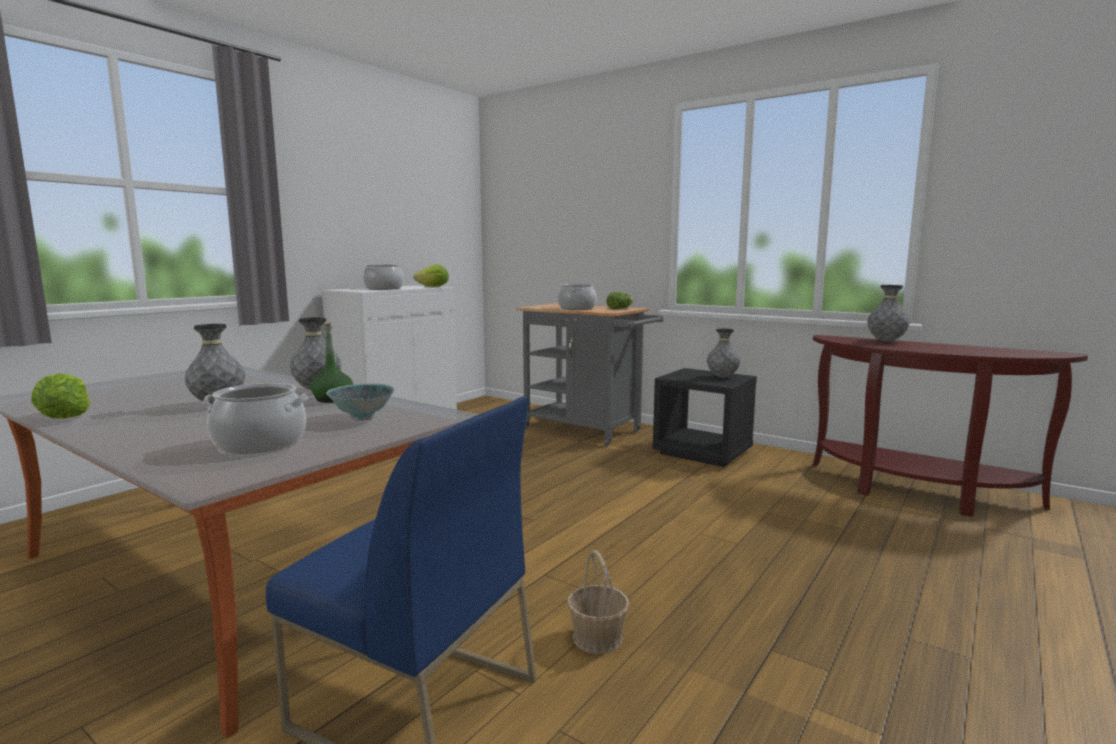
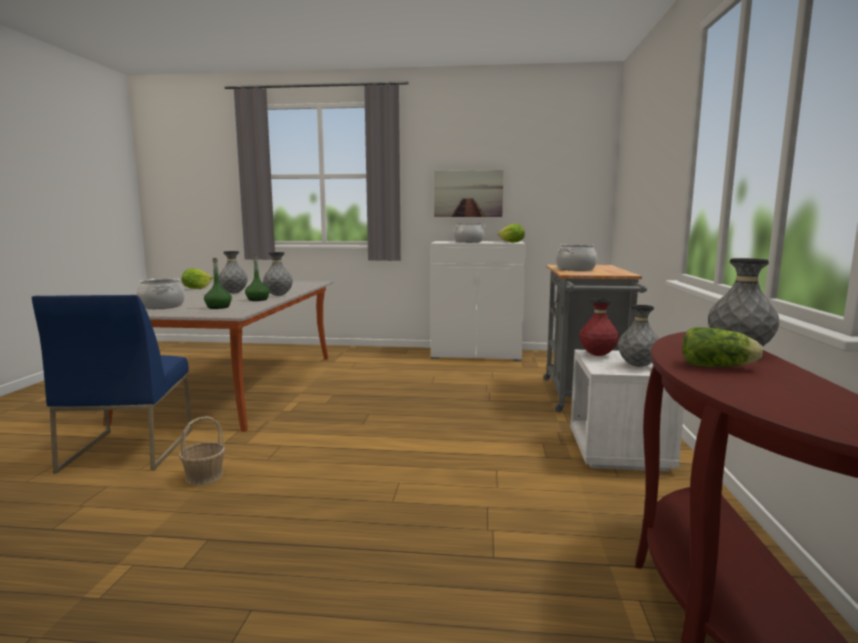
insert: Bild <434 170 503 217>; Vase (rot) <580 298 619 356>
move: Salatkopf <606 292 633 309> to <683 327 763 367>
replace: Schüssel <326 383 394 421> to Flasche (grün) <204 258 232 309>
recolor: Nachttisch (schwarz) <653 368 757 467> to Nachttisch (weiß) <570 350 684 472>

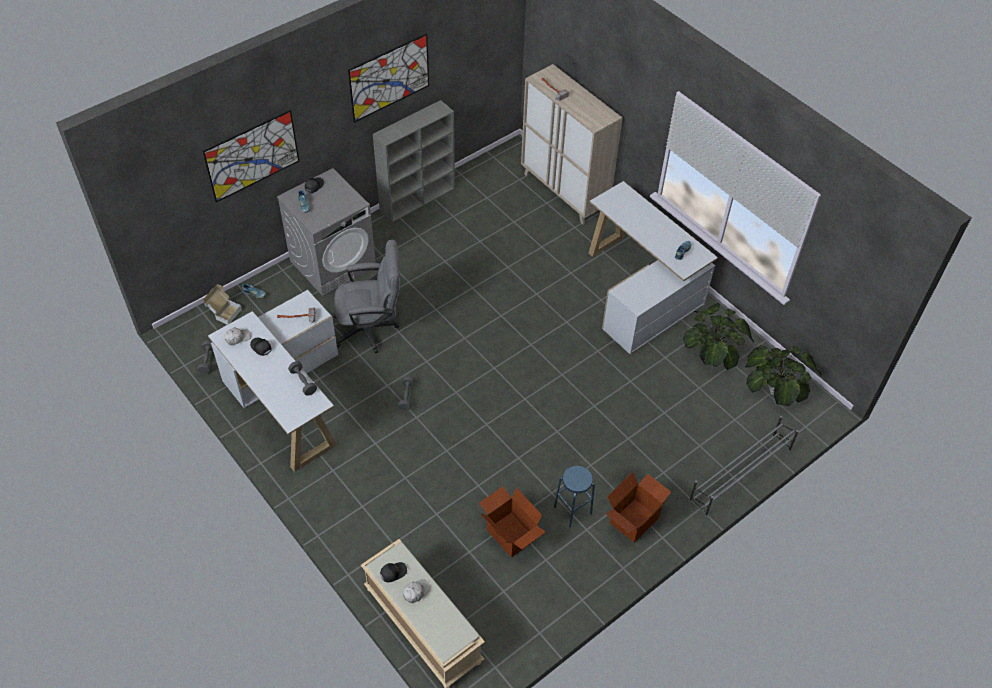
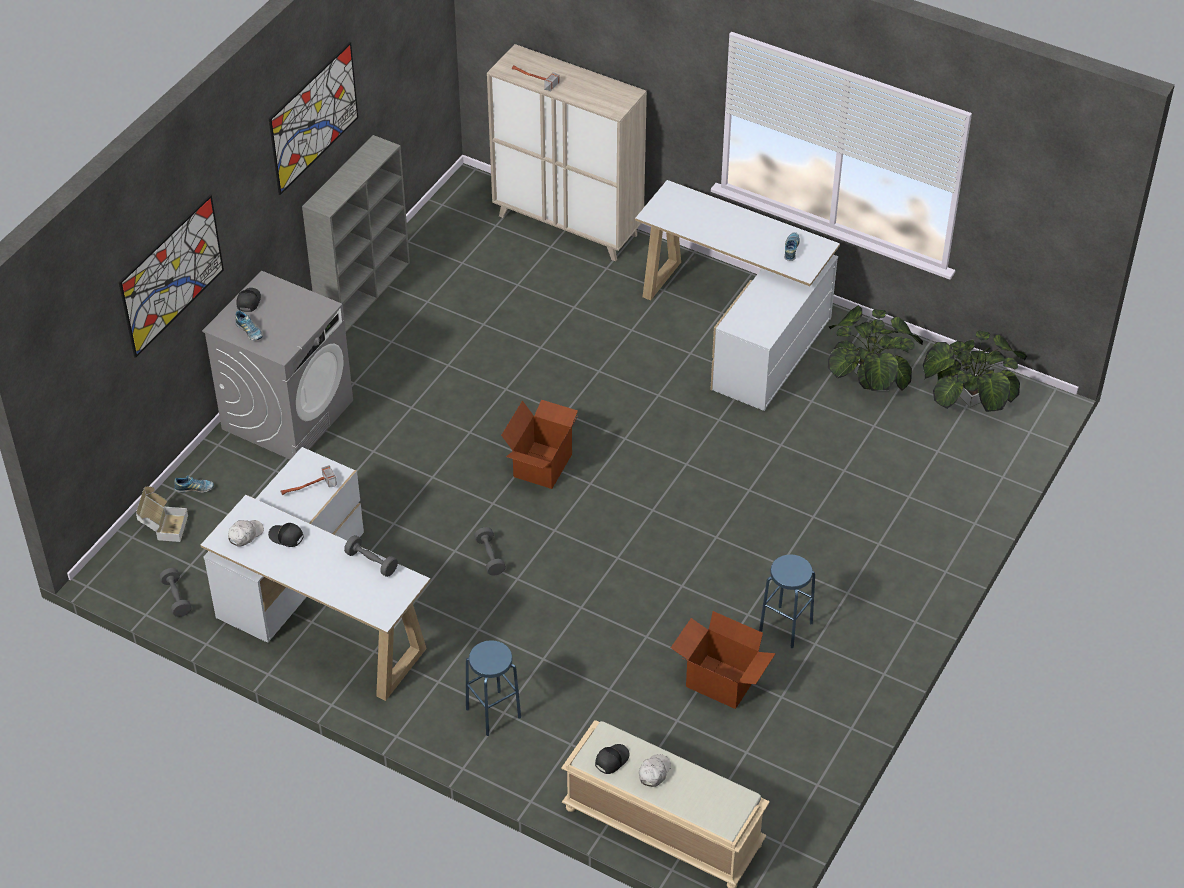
delete: Bürostuhl (grau) <333 240 400 353>; Schuhregal (grau) <689 416 799 517>
insert: Hocker (blau) <466 640 521 736>
move: Karton <606 472 671 543> to <501 400 578 489>

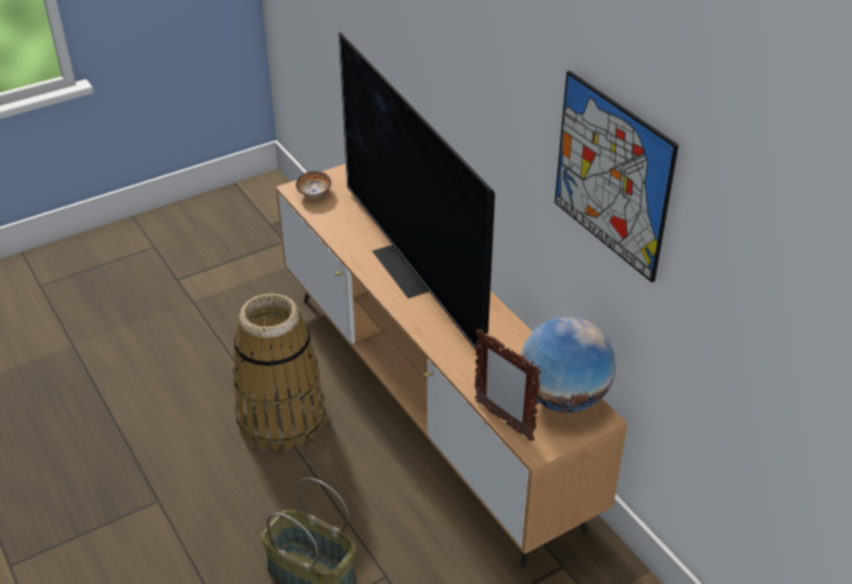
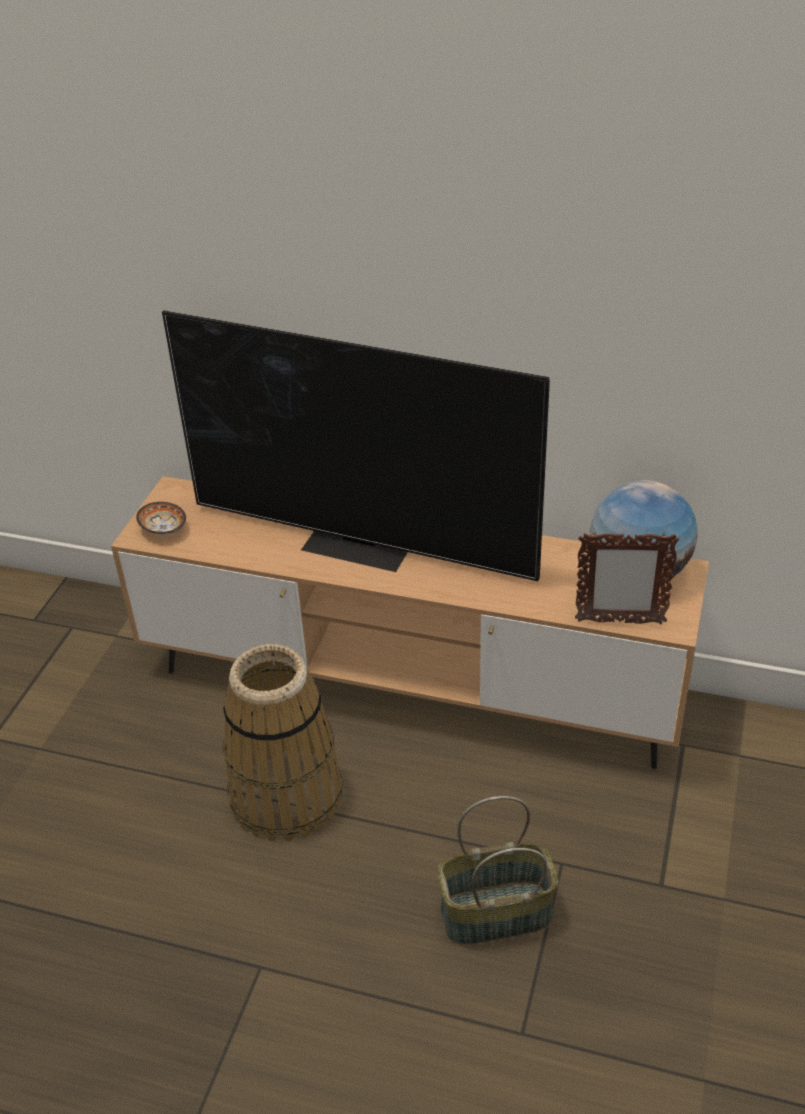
delete: Bild <555 71 679 282>

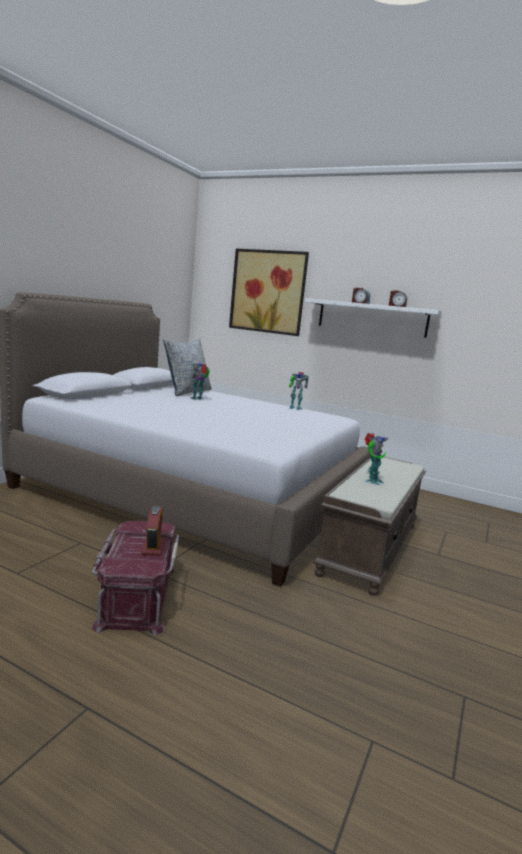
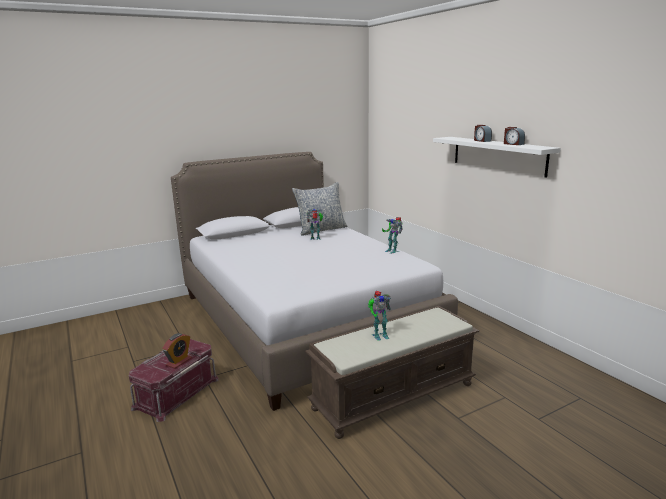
delete: Bild <229 249 309 336>

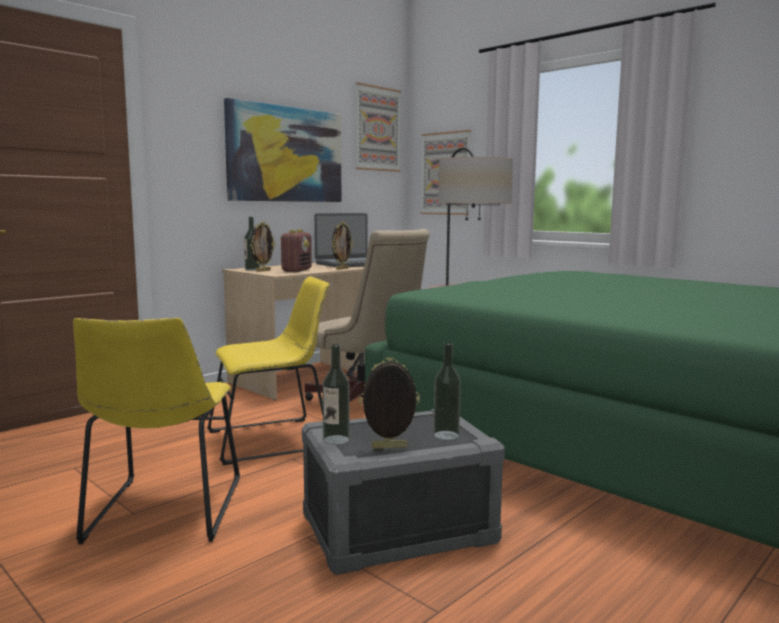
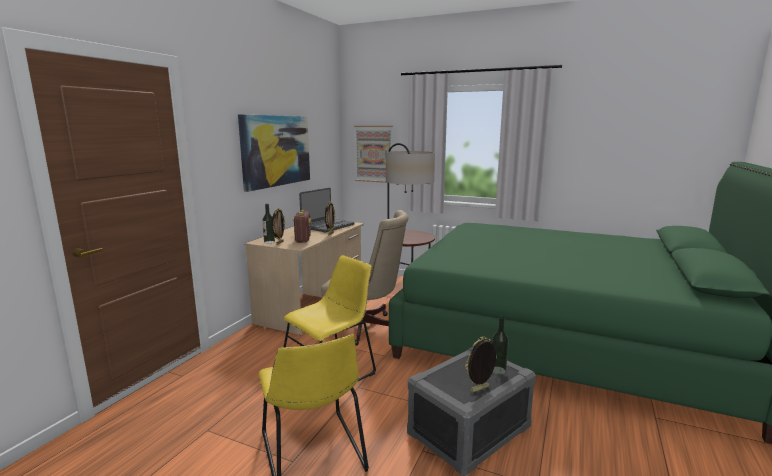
delete: Flasche <322 344 350 445>; Bild <355 82 401 172>

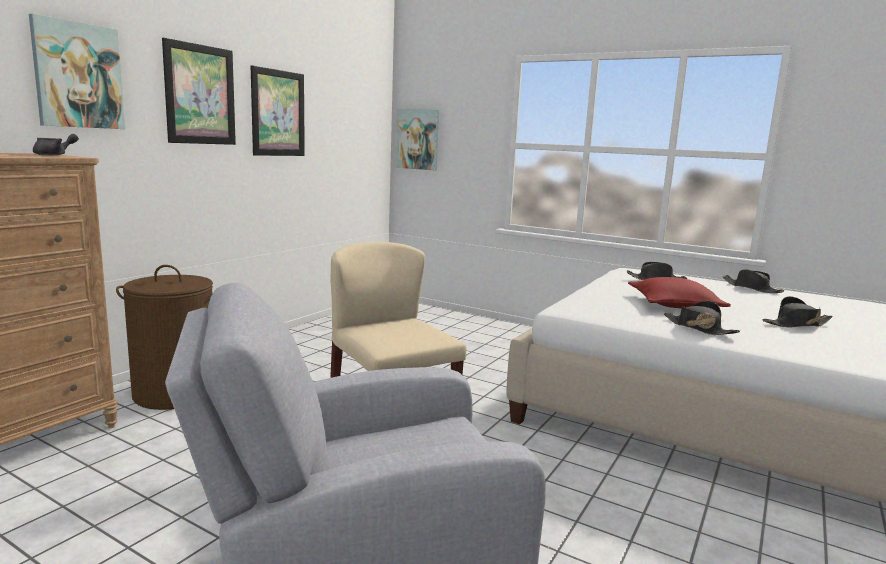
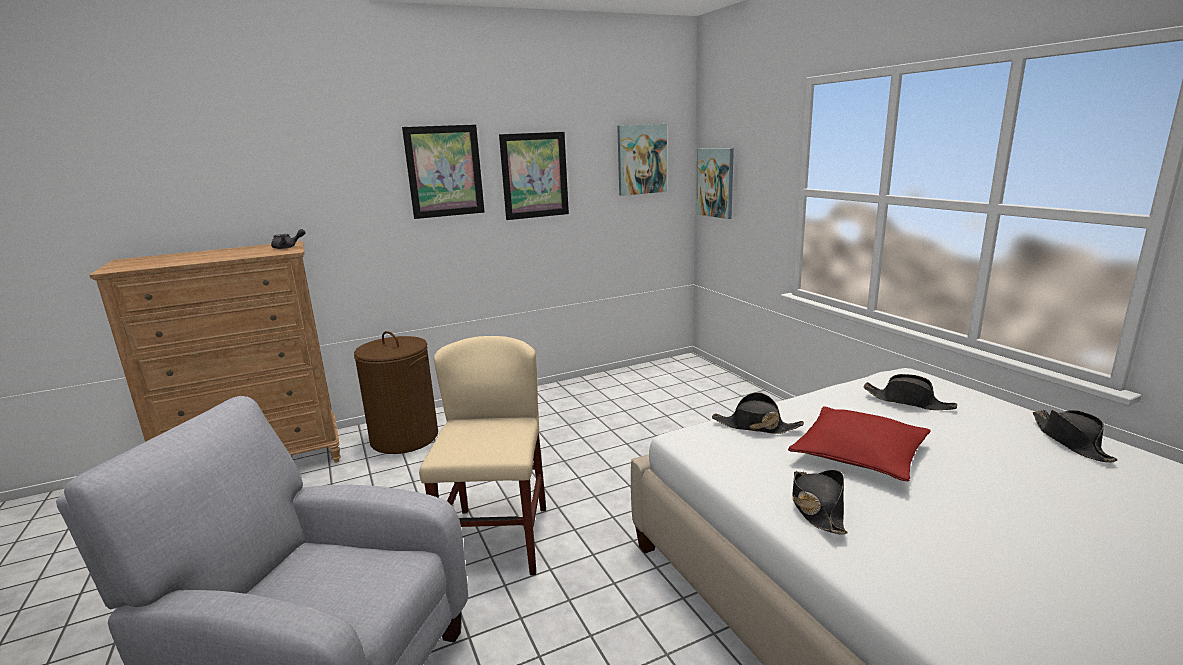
move: Bild <29 13 125 129> to <617 124 667 196>; Hut (schwarz) <763 296 833 327> to <712 392 804 434>

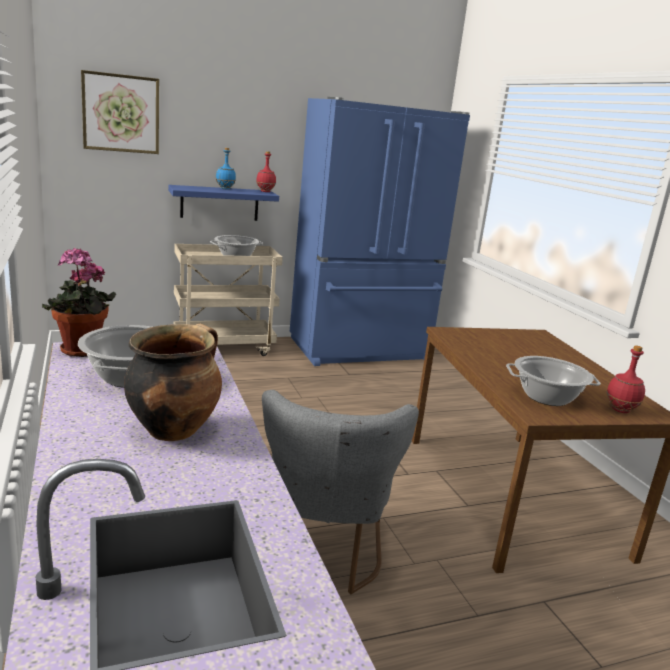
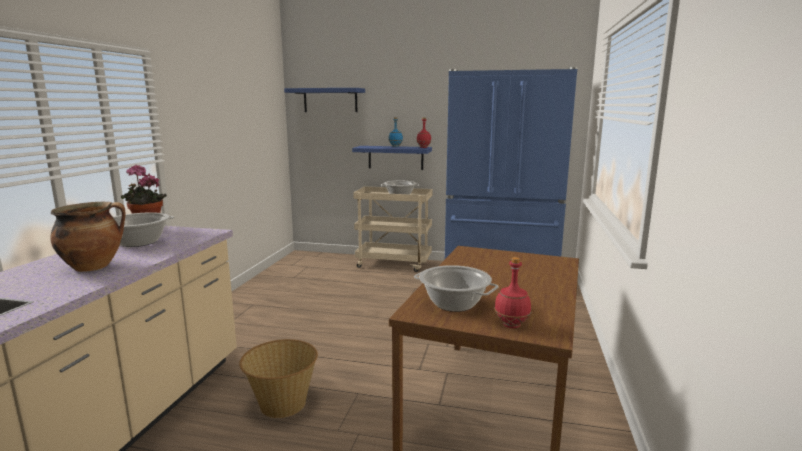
replace: Bild <81 70 159 154> to Wandregal (blau) <284 88 365 112>; Stuhl (grau) <262 390 419 594> to Korb <239 339 318 418>

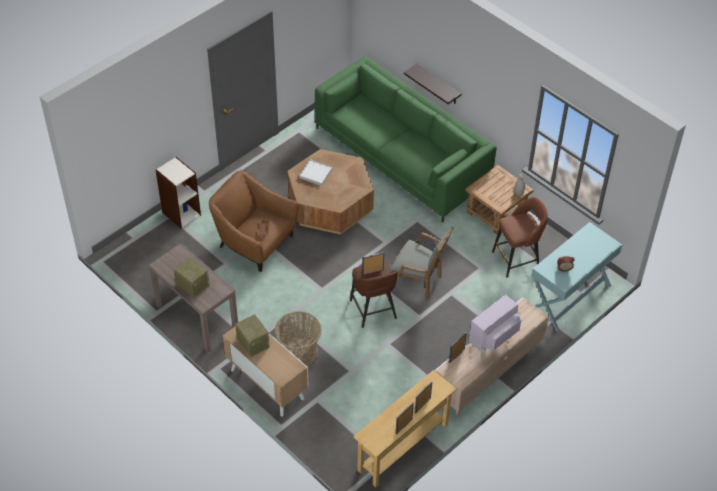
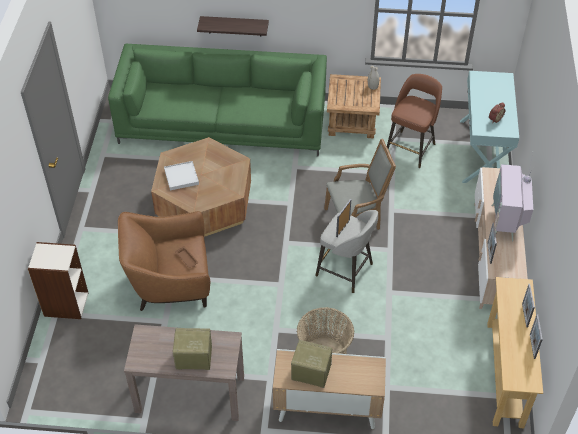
recolor: Hocker (braun) <350 261 397 328> to Hocker (grau) <315 210 378 293>

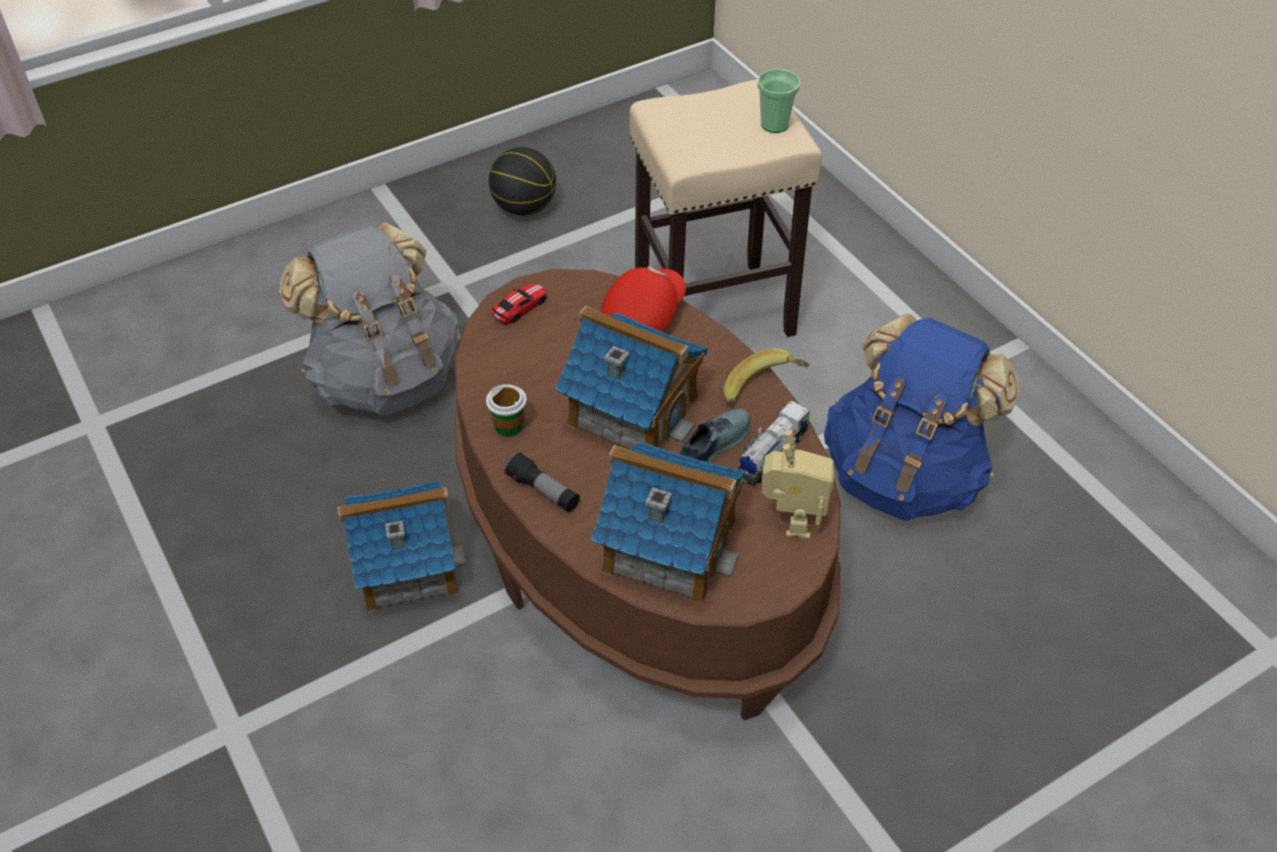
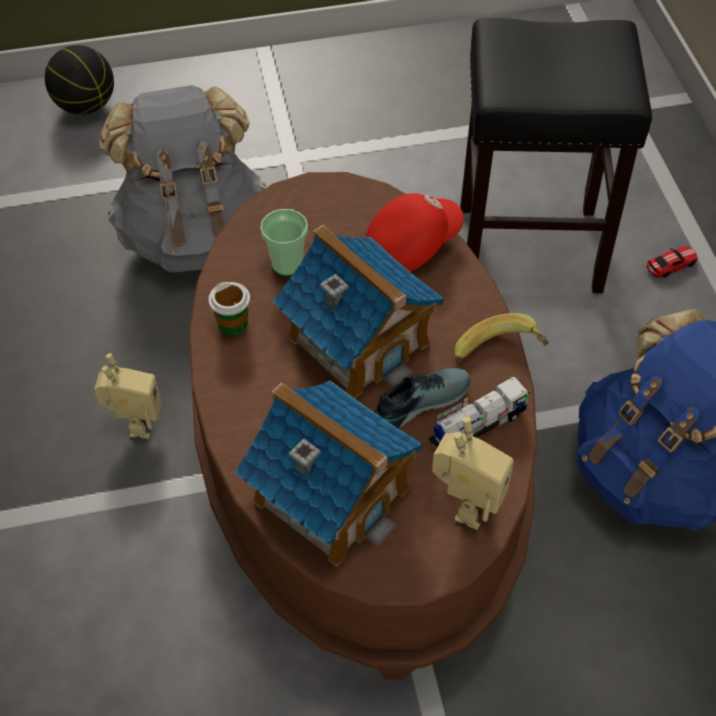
delete: Taschenlampe <504 452 580 512>
move: Basketball <489 147 556 216> to <45 45 114 115>; Spielzeugauto <491 283 547 325> to <647 246 697 278>; Tasse <758 69 800 133> to <260 209 308 276>
replace: Spielzeughaus <337 480 466 612> to Spielzeugroboter <94 353 162 439>
recolor: Hocker (beige) <630 79 822 337> to Hocker (schwarz) <460 18 652 293>

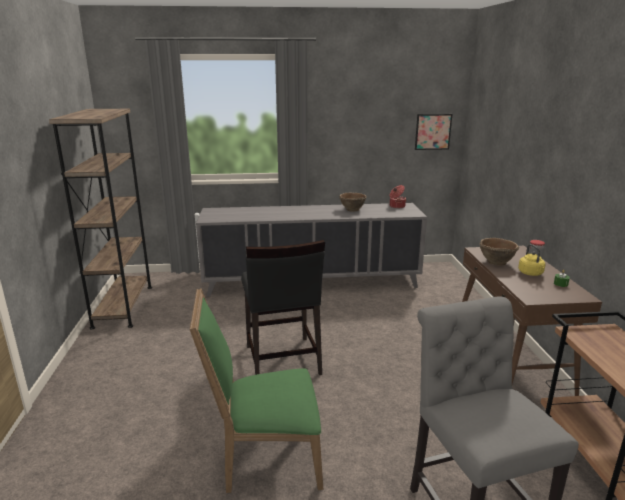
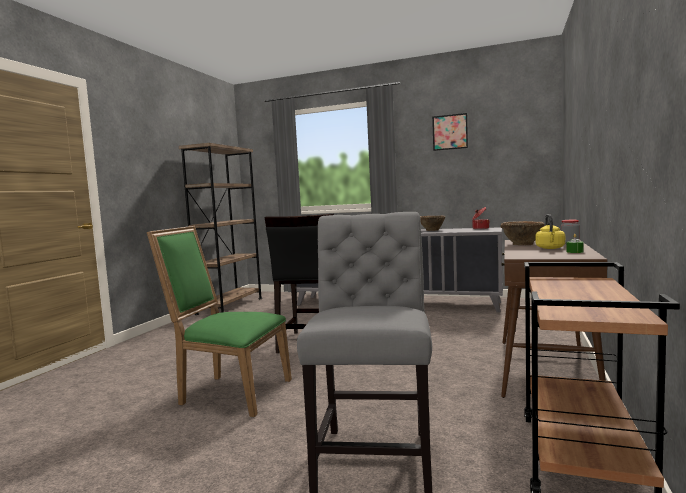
move: Bild <415 114 452 150> to <432 113 468 151>

